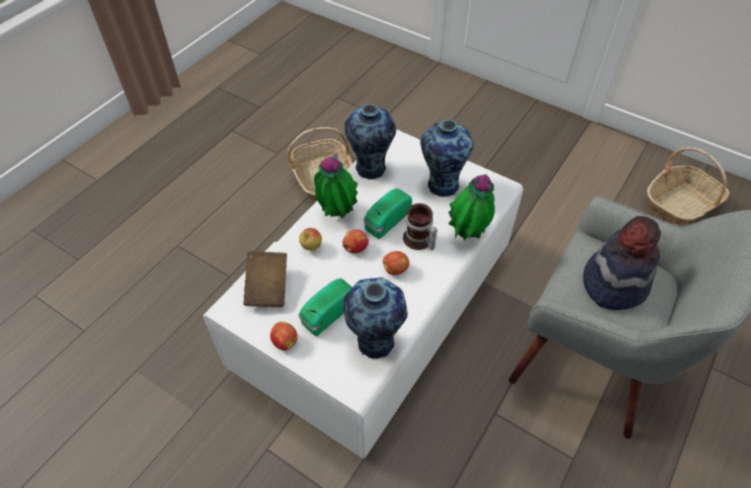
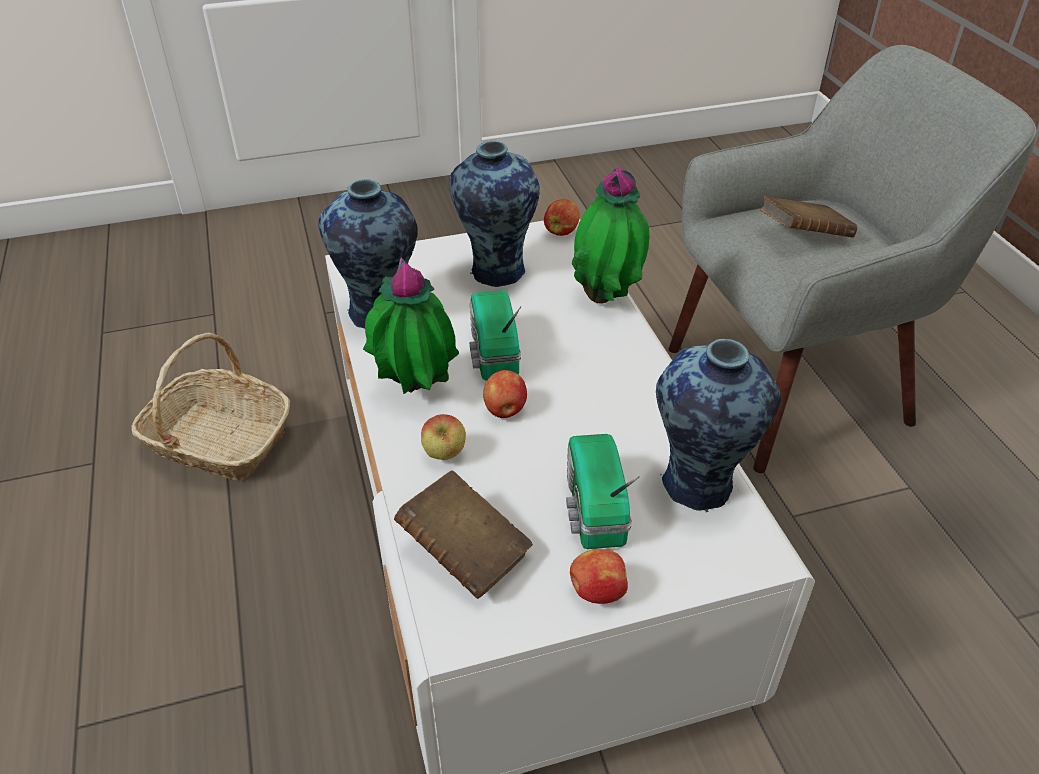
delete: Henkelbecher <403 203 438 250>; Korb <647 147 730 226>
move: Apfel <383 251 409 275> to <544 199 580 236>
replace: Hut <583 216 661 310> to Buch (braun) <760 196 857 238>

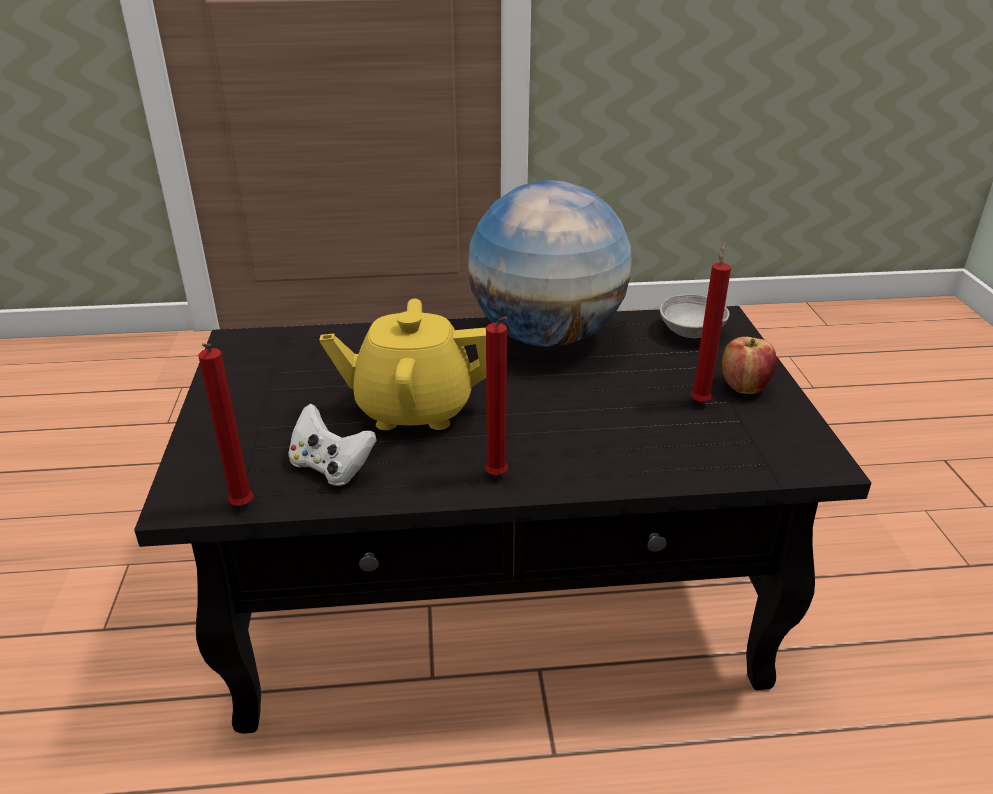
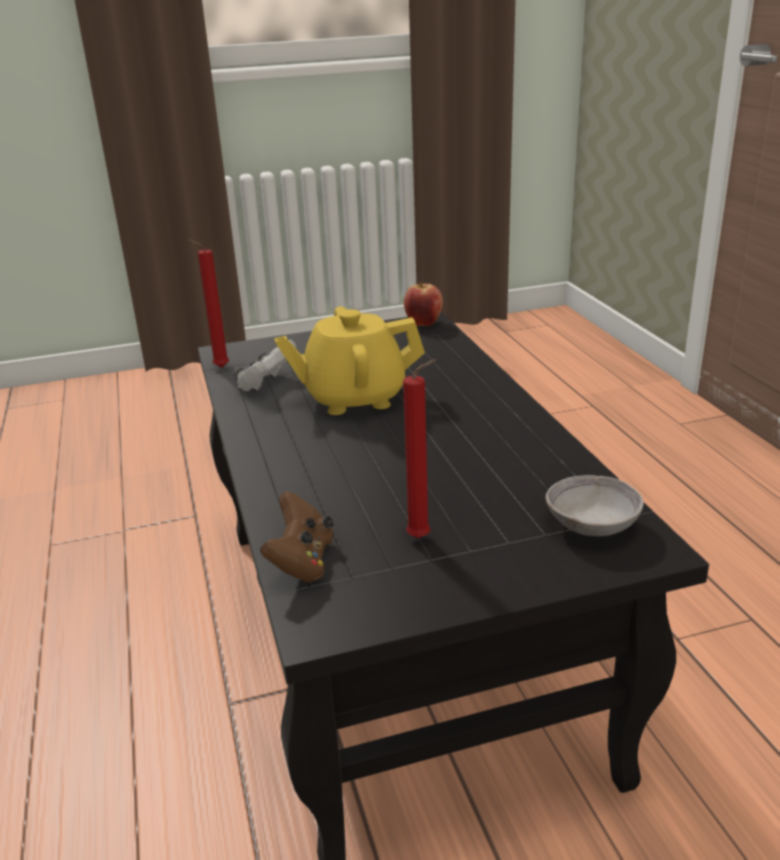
delete: Globus <468 180 632 347>; Kerze (rot) <485 317 508 476>
insert: Gamepad (braun) <260 491 334 582>
move: Apfel <721 336 777 394> to <404 282 443 326>
rotate: Teekanne (gelb) <319 298 486 430> = <274 306 425 415> 90 degrees counterclockwise

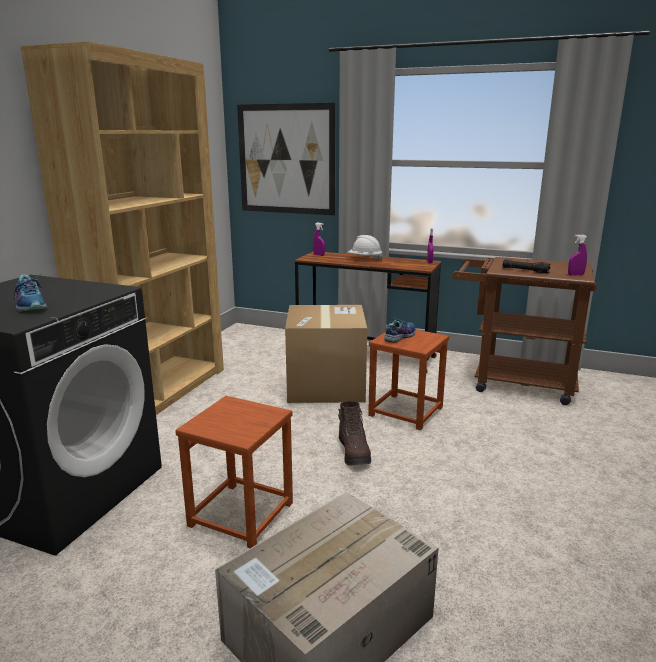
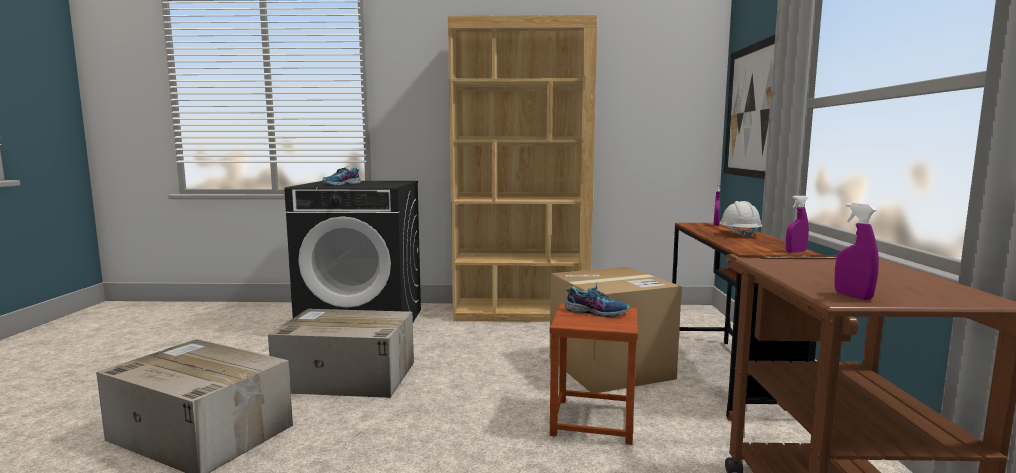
delete: Stiefel (braun) <338 401 371 466>; Taschenlampe (schwarz) <503 259 551 274>
replace: Hocker (braun) <175 396 293 548> to Karton <268 309 414 398>

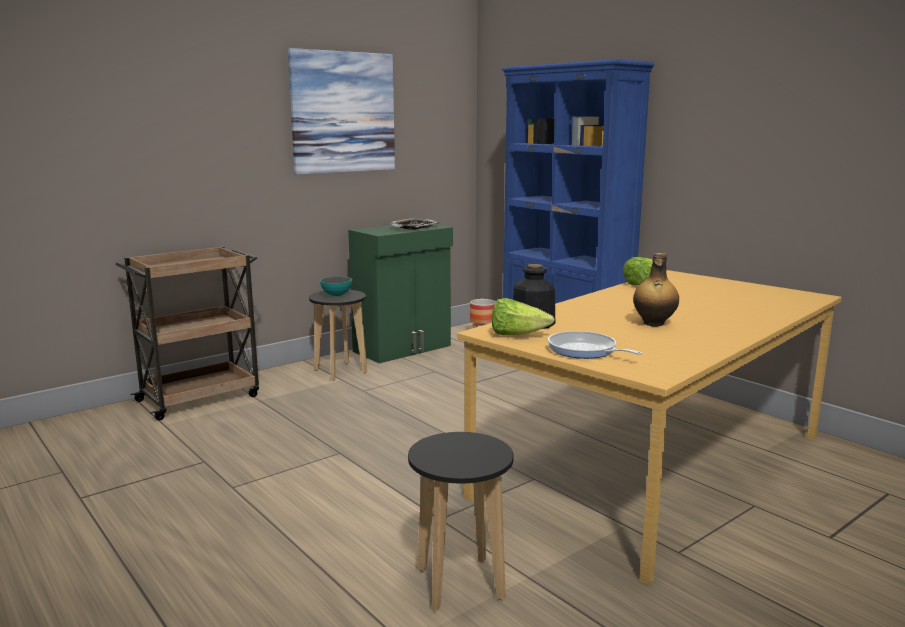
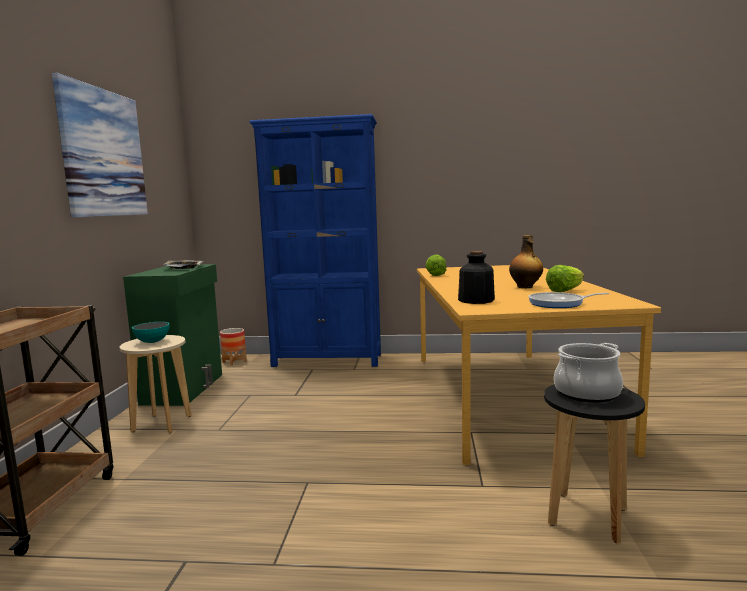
insert: Kochtopf <554 343 623 403>
move: Salatkopf <492 298 555 335> to <546 265 584 292>
recolor: Hocker (schwarz) <309 290 367 381> to Hocker (beige) <120 335 192 433>

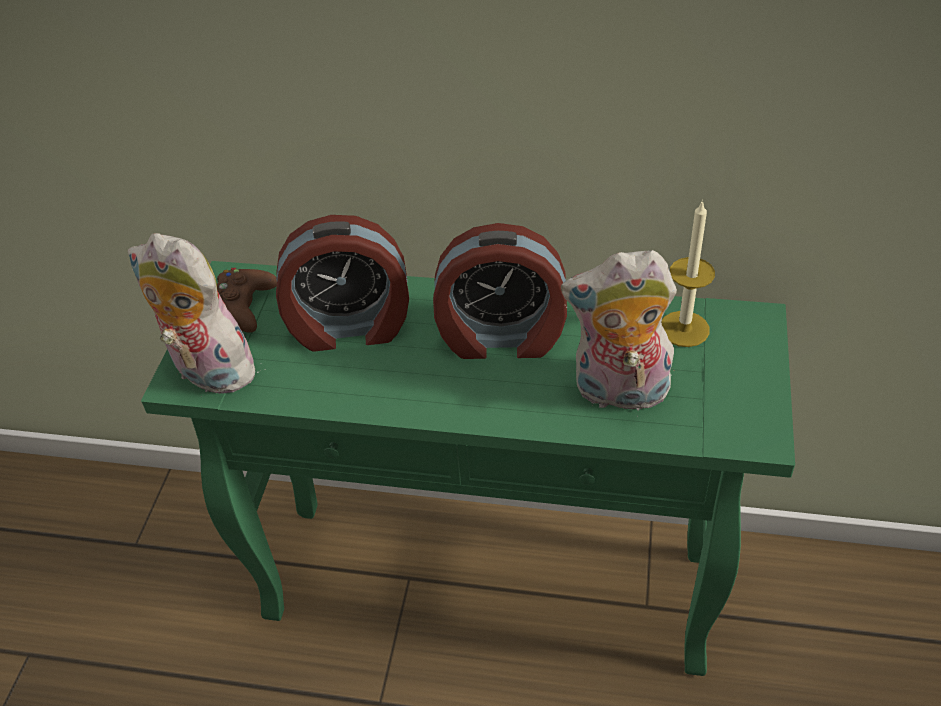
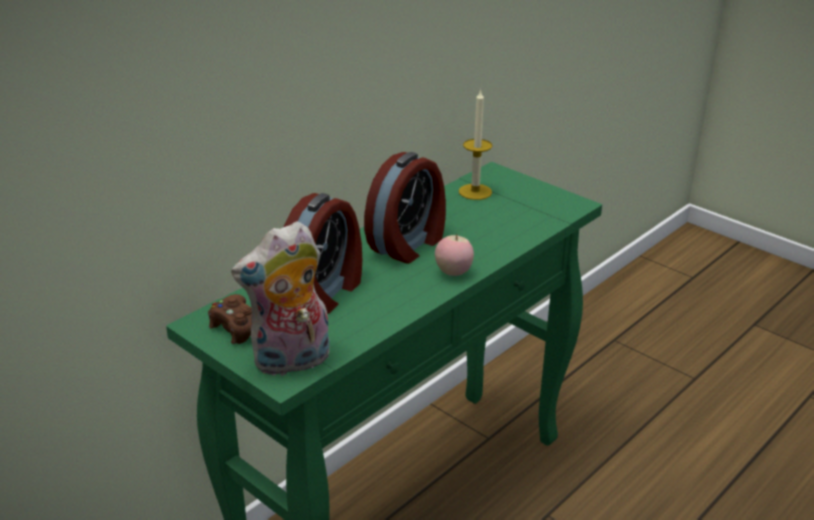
delete: Plüschtier <561 250 677 417>
insert: Apfel <435 234 474 276>

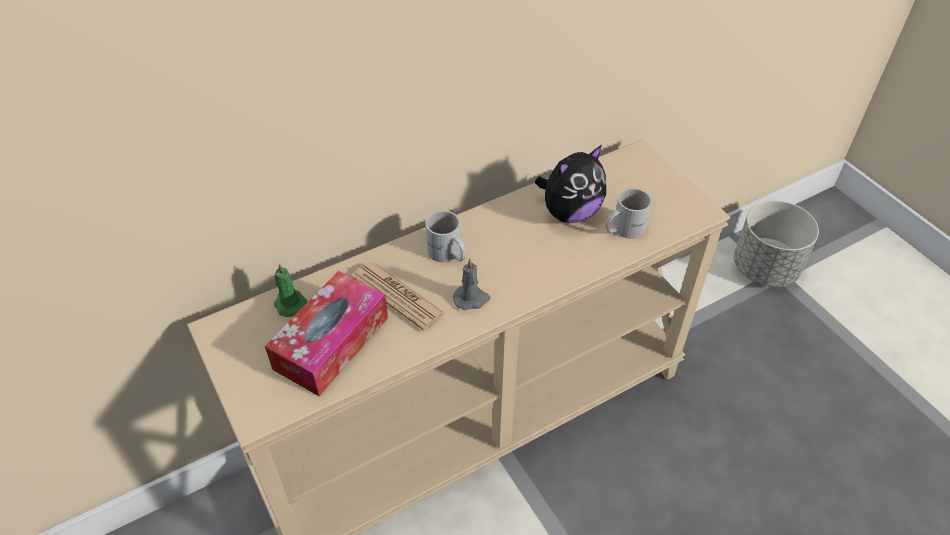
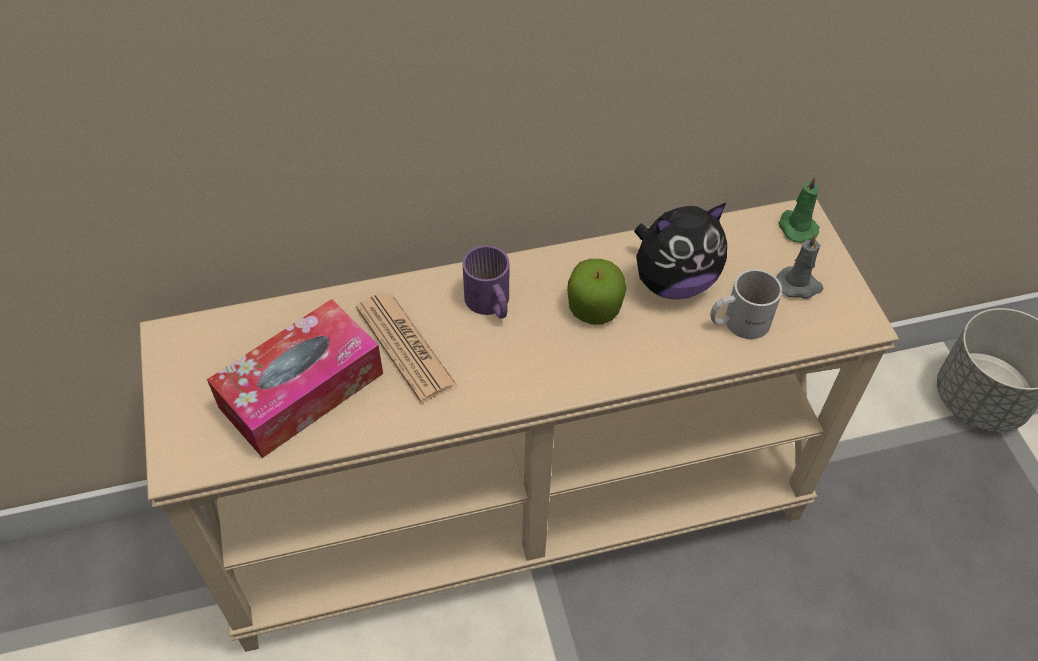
insert: Apfel <567 259 627 325>
move: Kerze (grün) <274 263 307 317> to <778 176 820 243>; Kerze (grau) <453 258 490 310> to <776 234 823 299>
recolor: Henkelbecher (weiß) <426 211 466 262> to Henkelbecher (lila) <463 246 509 319>

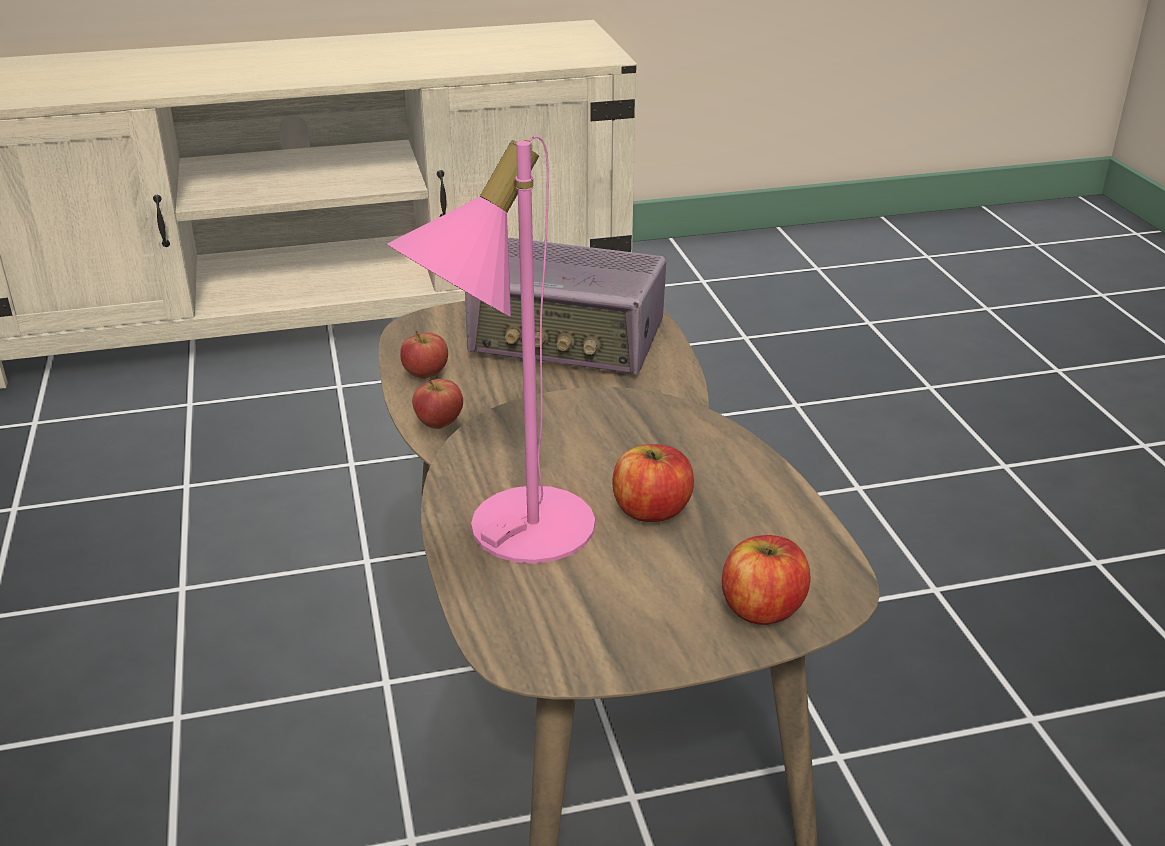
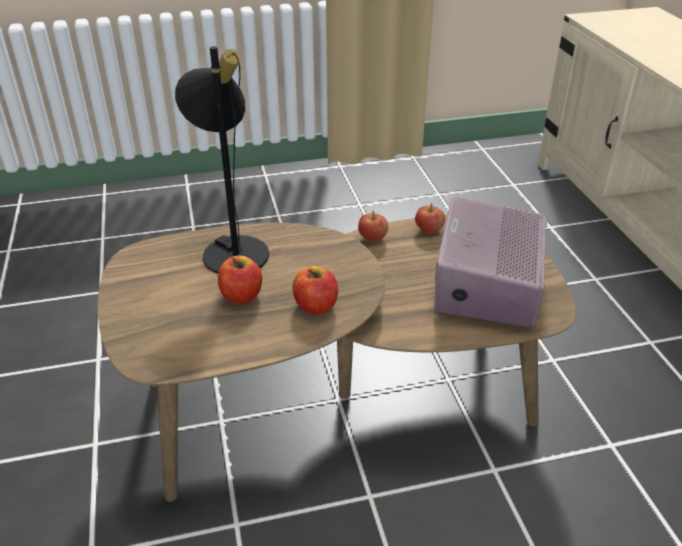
move: Apfel <722 535 810 625> to <293 266 338 314>
recolor: Tischlampe (rosa) <387 136 595 564> to Tischlampe (schwarz) <175 46 269 274>

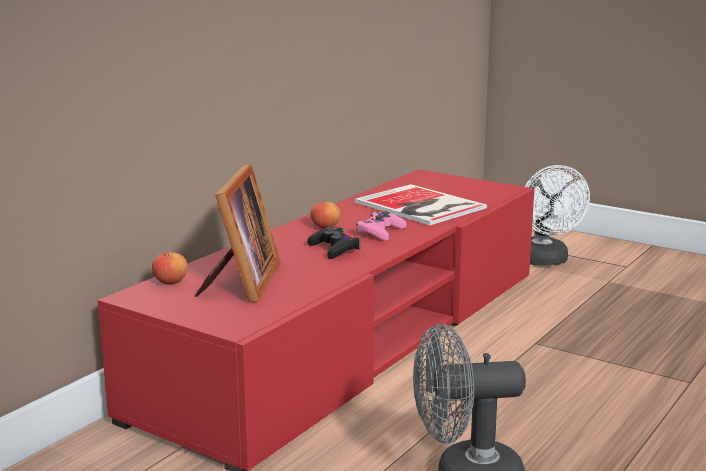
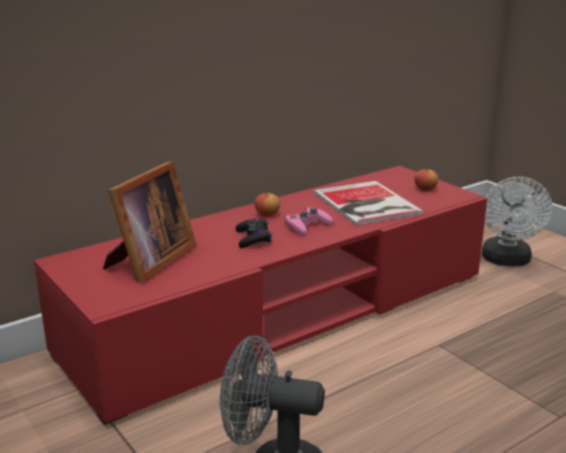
move: Apfel <152 250 187 284> to <415 168 438 191>

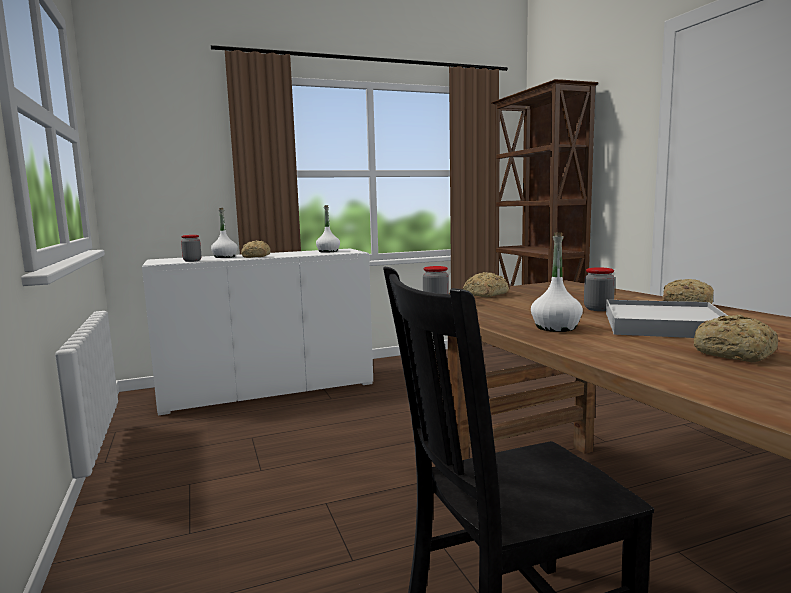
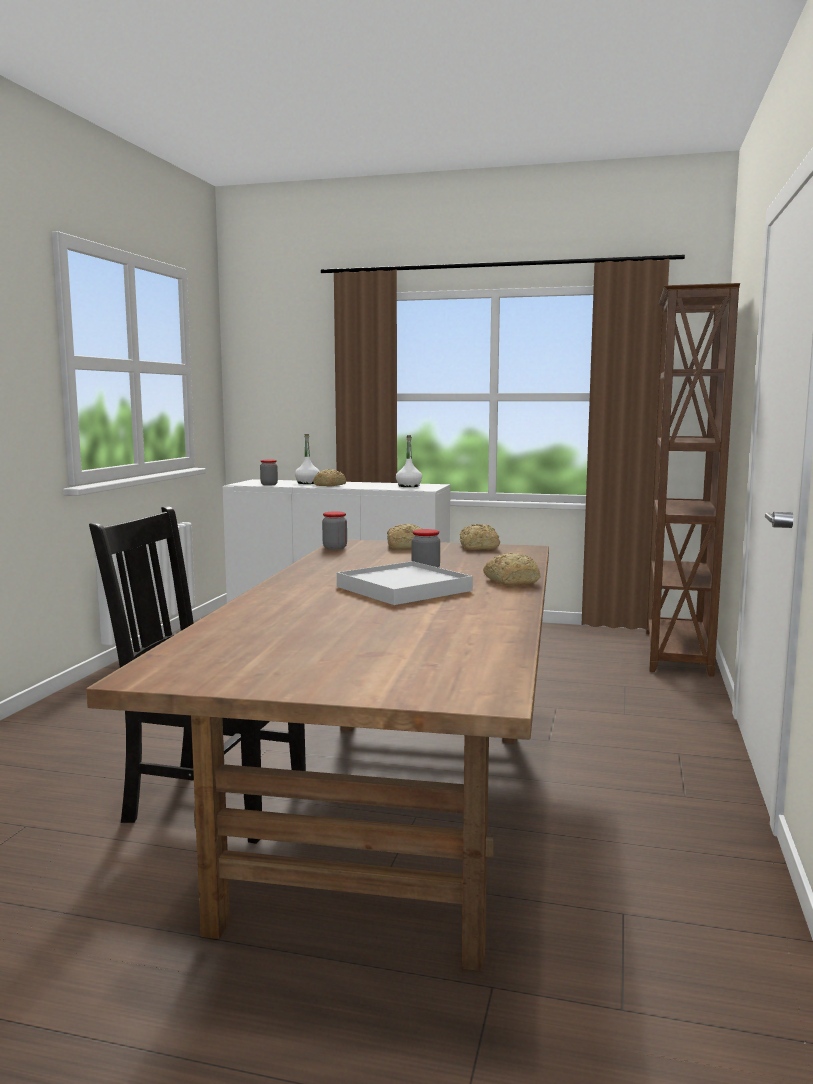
delete: Flasche (weiß) <531 232 583 332>
move: Brot <694 314 778 362> to <460 524 500 550>

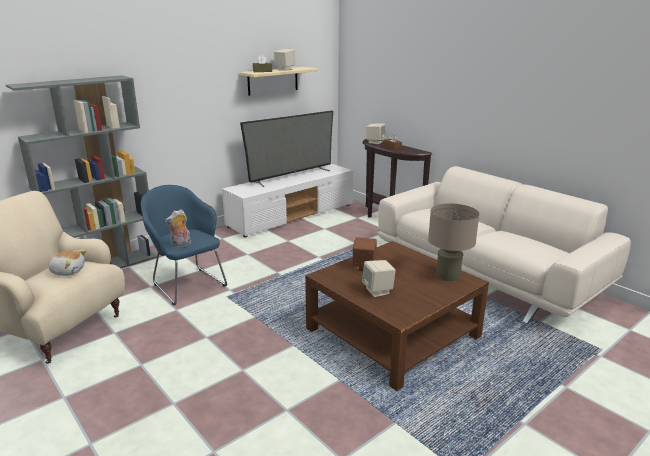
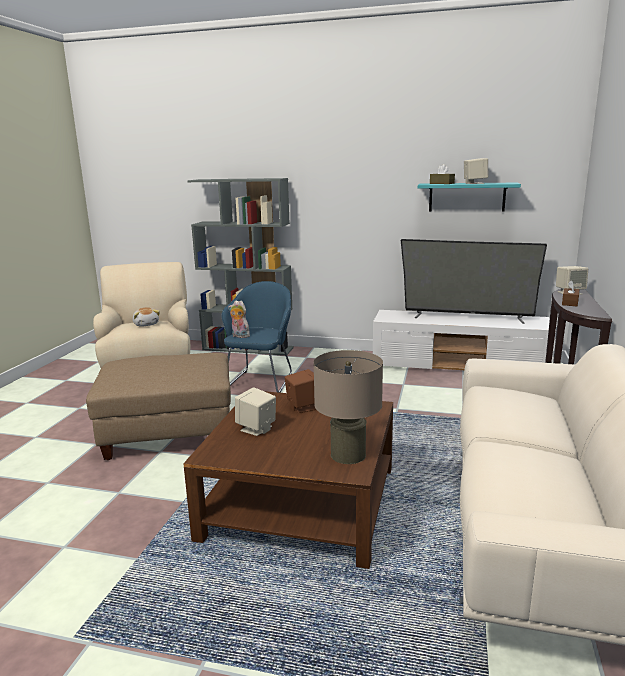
insert: Polsterhocker (beige) <86 353 231 460>
recolor: Wandregal (beige) <240 67 318 96> to Wandregal (türkis) <418 182 521 212>

